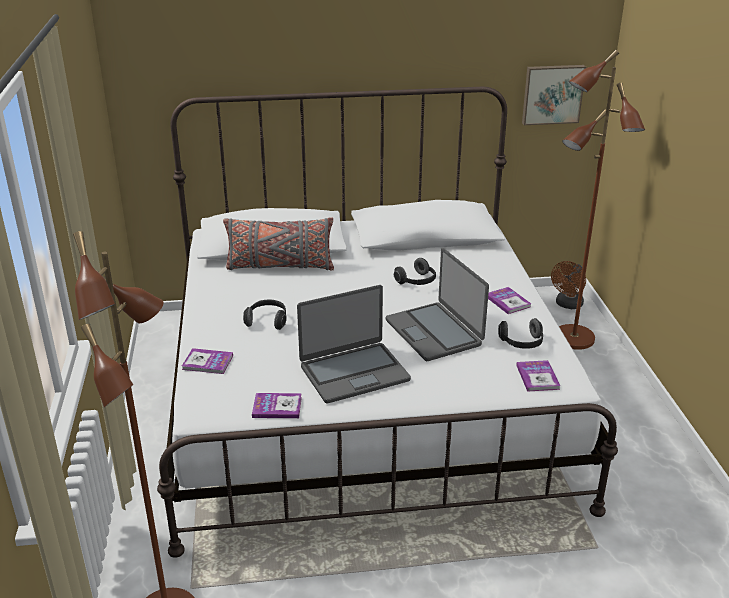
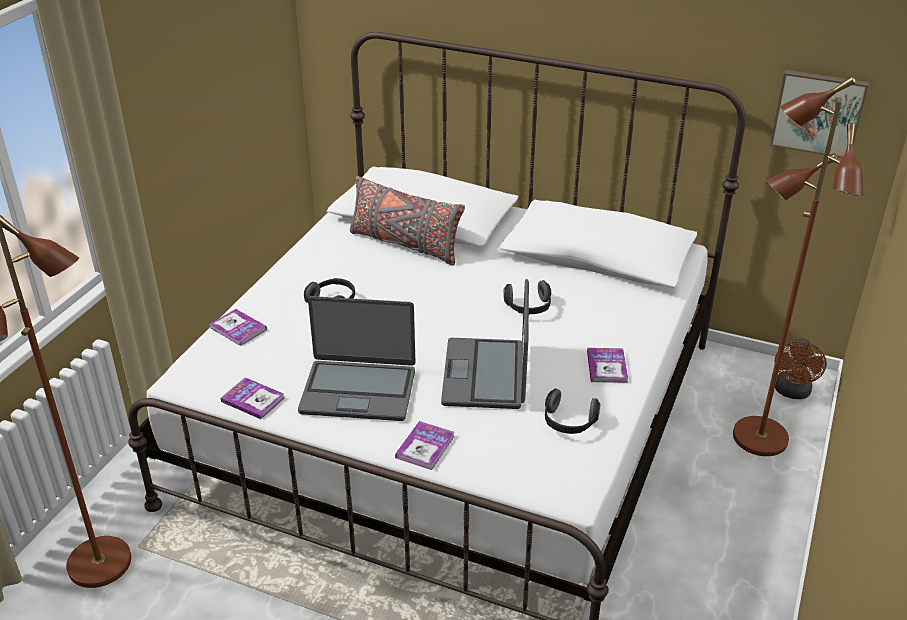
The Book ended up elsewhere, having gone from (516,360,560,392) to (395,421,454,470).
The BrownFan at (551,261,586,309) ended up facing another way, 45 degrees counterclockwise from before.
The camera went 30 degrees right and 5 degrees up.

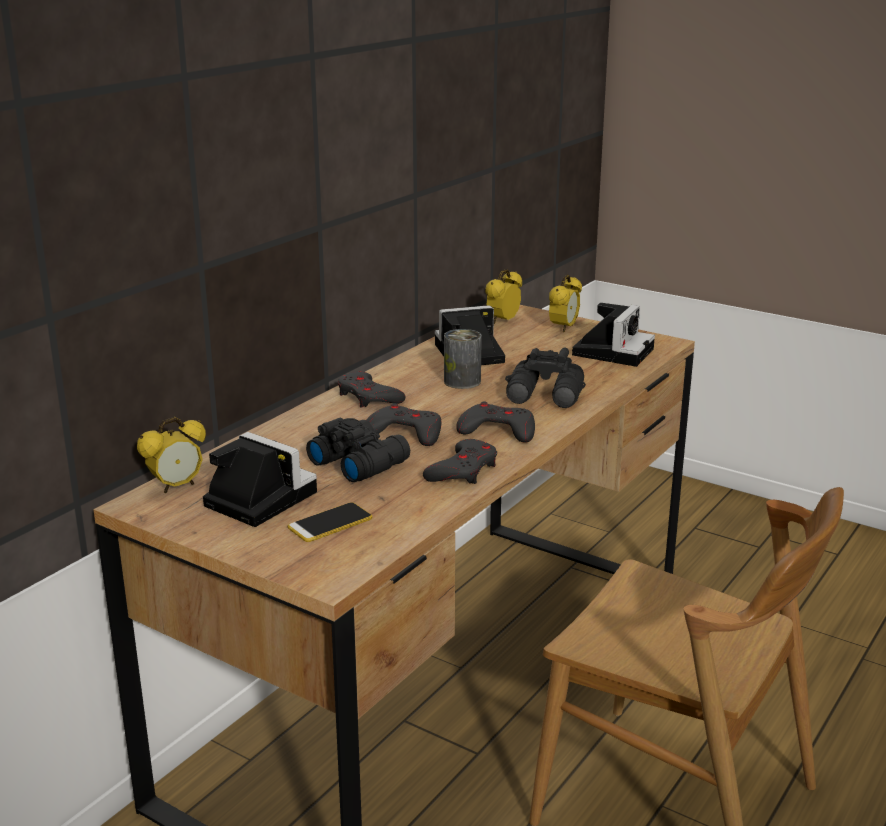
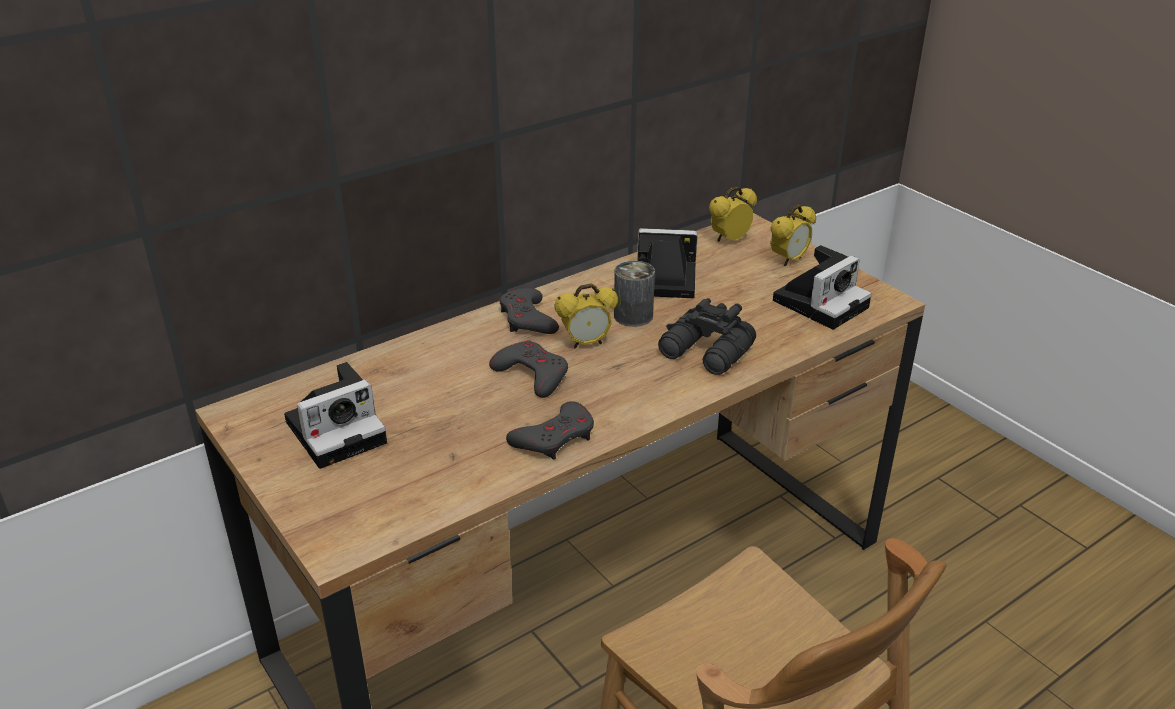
The PhotoCamera at (203,432,317,527) ended up facing another way, 90 degrees clockwise from before.
The AlarmClock ended up elsewhere, having gone from (137,417,206,493) to (554,283,618,349).
The second view lost the Phone at (288,502,373,542).
The second view lost the BlackBinoculars at (306,418,410,482).
The second view lost the GreyGameController at (456,402,535,442).
The camera went 20 degrees right and 10 degrees up.

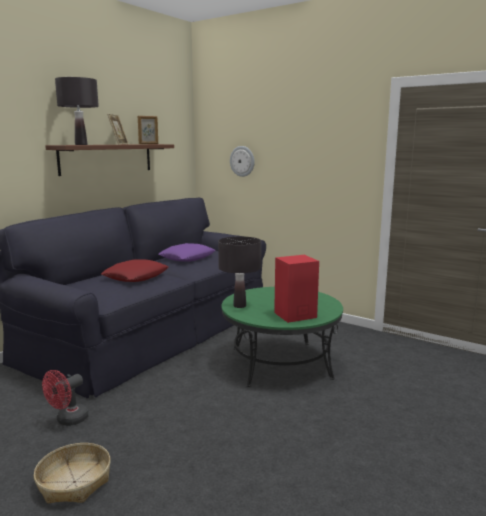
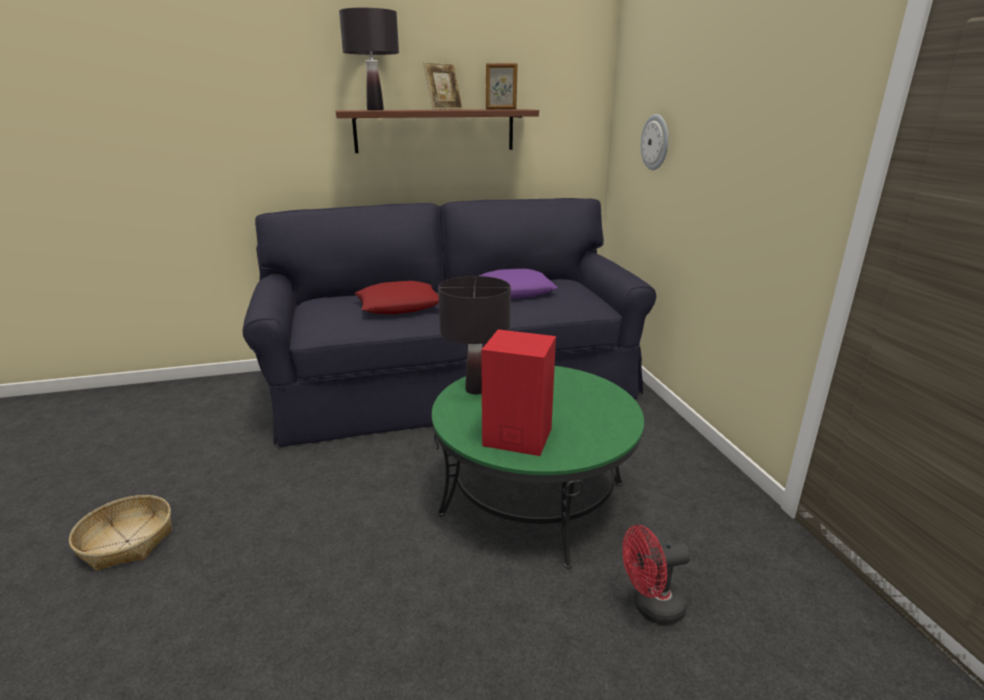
The RedFan ended up elsewhere, having gone from (42,370,89,426) to (623,525,691,625).
The camera went 40 degrees right and 10 degrees up.

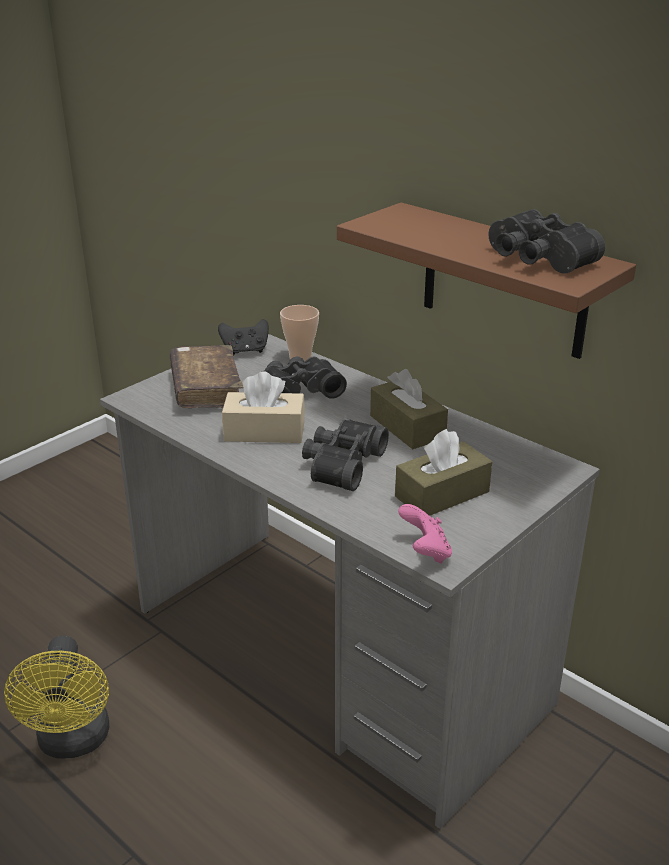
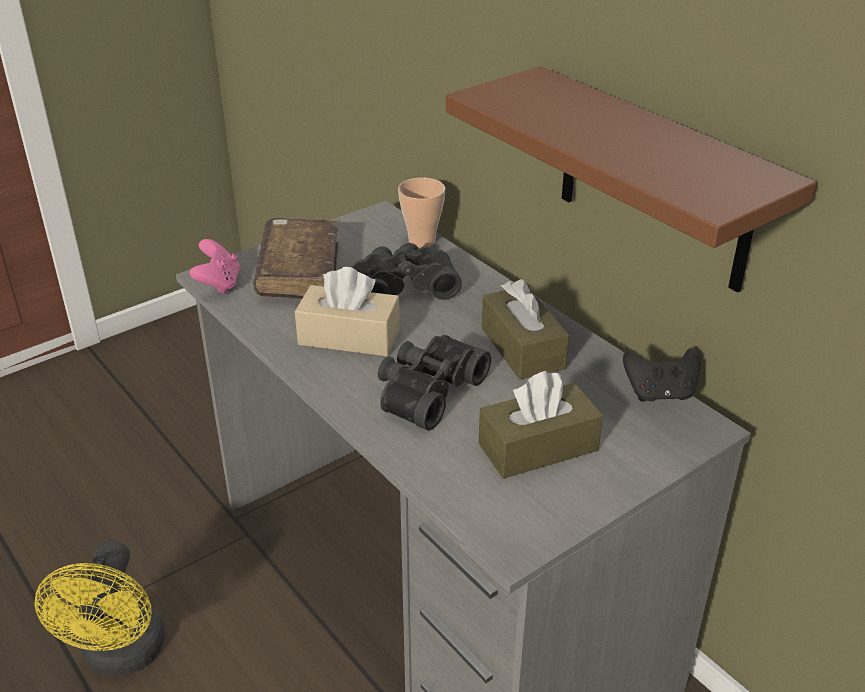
The PinkGameController ended up elsewhere, having gone from (398,504,452,564) to (189,239,240,294).
The BlackGameController ended up elsewhere, having gone from (218,319,269,356) to (623,348,701,402).
The second view lost the BlackBinoculars at (489,209,605,274).
The camera went 10 degrees right and 5 degrees up.

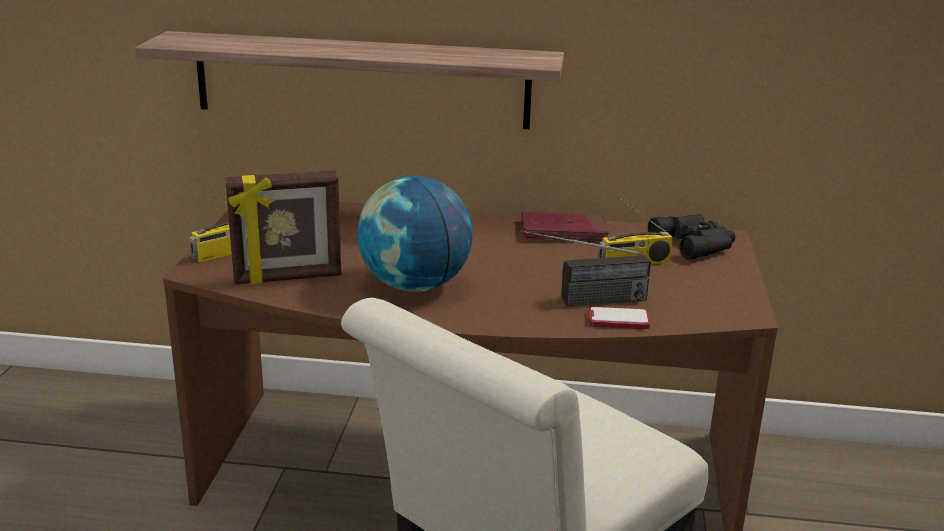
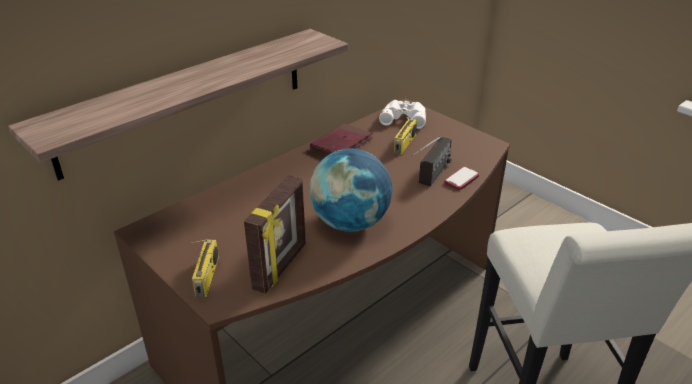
What was the BlackBinoculars at (648,214,736,260) turned into the WhiteBinoculars at (379,100,426,129).
The camera went 50 degrees left and 10 degrees up.

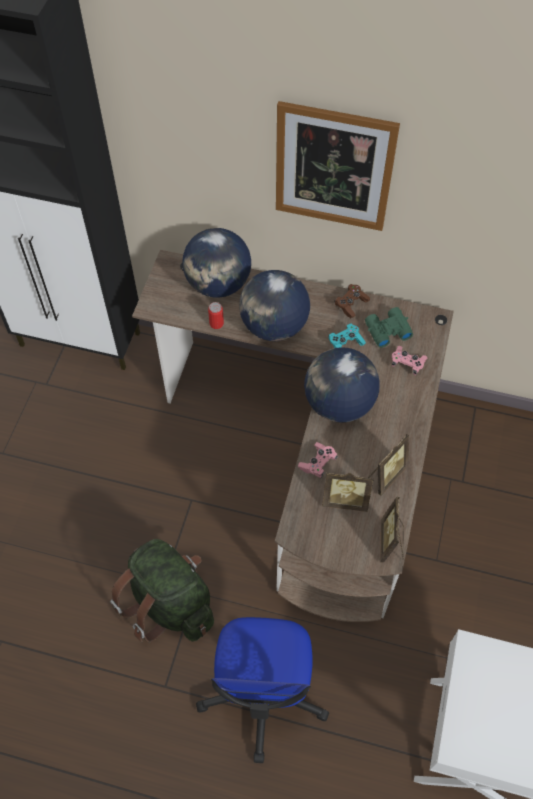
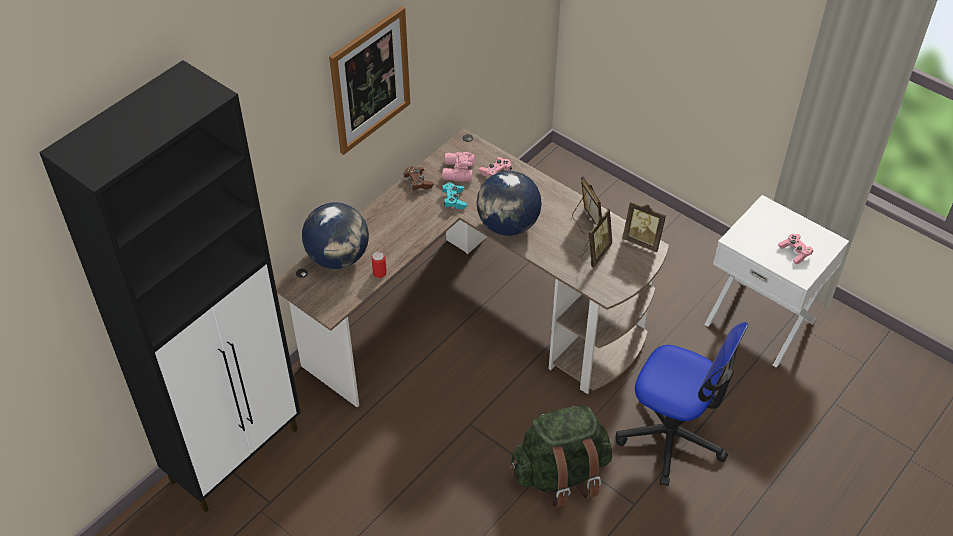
What was the GreenBinoculars at (365,307,413,348) turned into the PinkBinoculars at (442,152,475,182).
The PinkGameController ended up elsewhere, having gone from (298,442,338,479) to (778,234,813,264).
The second view lost the Globe at (239,270,310,341).
The camera went 65 degrees left and 10 degrees down.

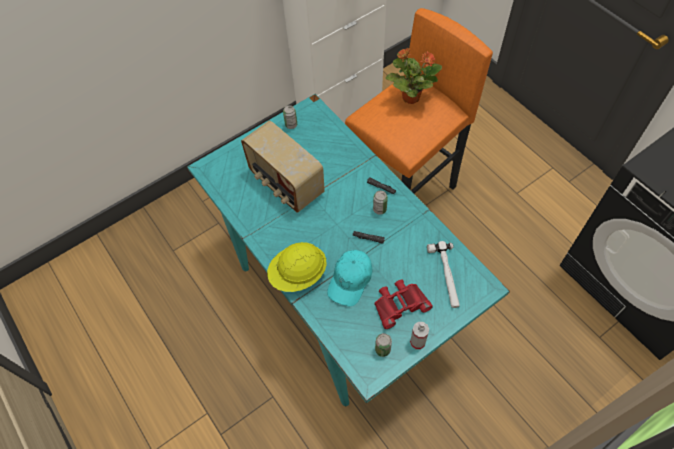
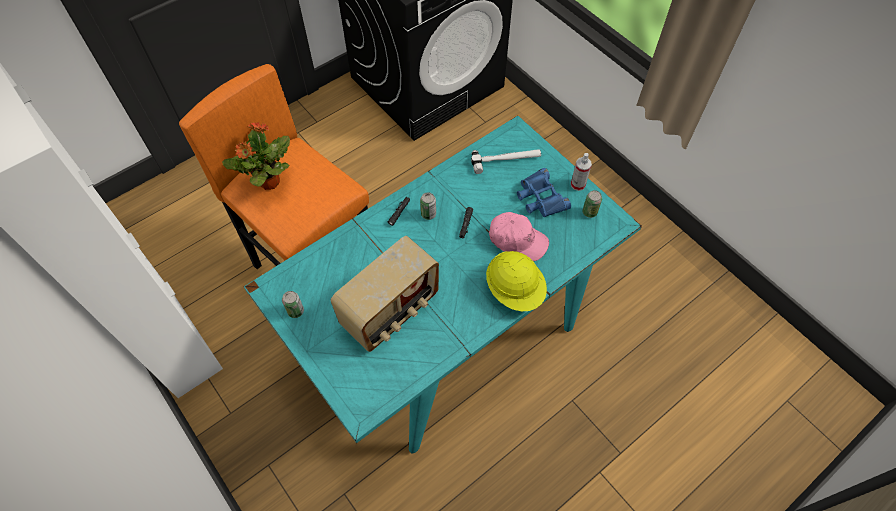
What was the TurquoiseCap at (327,250,373,306) turned into the PinkCap at (489,212,549,261).
What was the RedBinoculars at (374,280,433,329) turned into the BlueBinoculars at (517,168,571,217).
The camera went 95 degrees left and 0 degrees up.

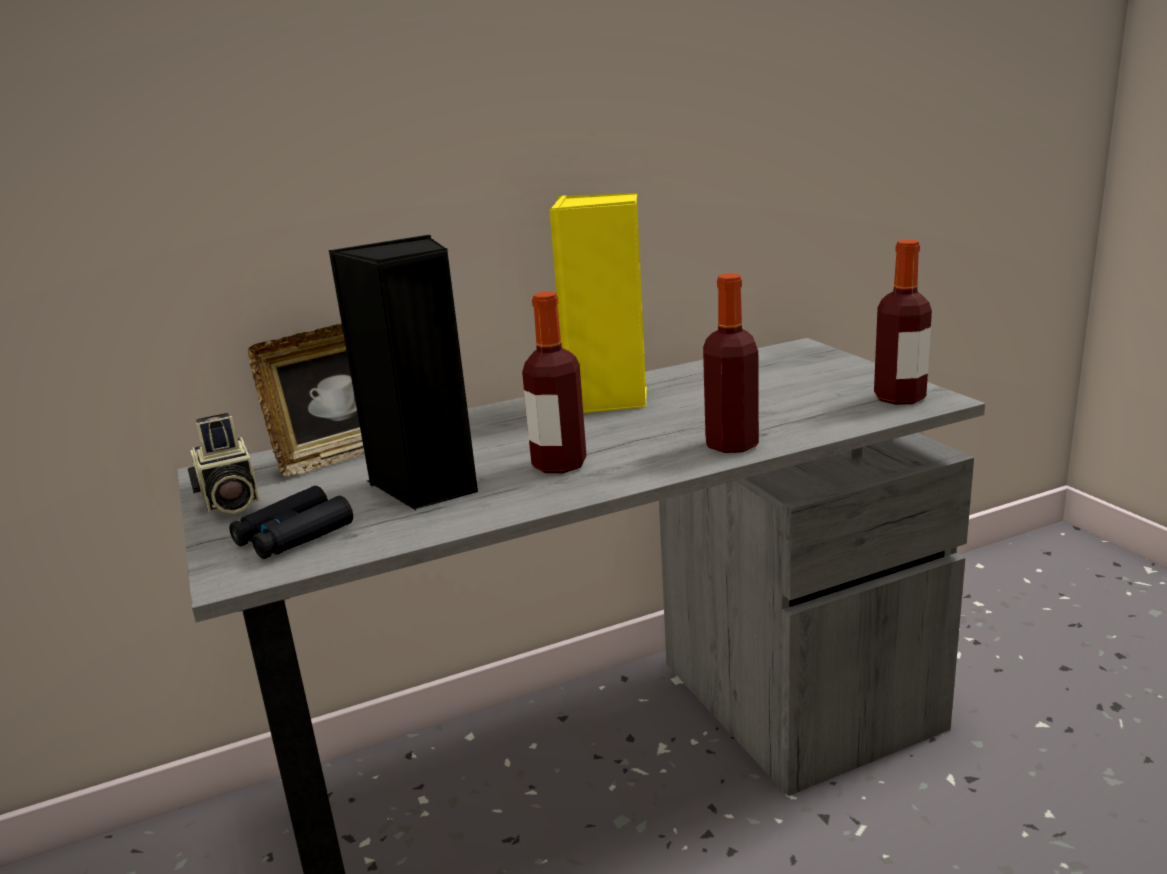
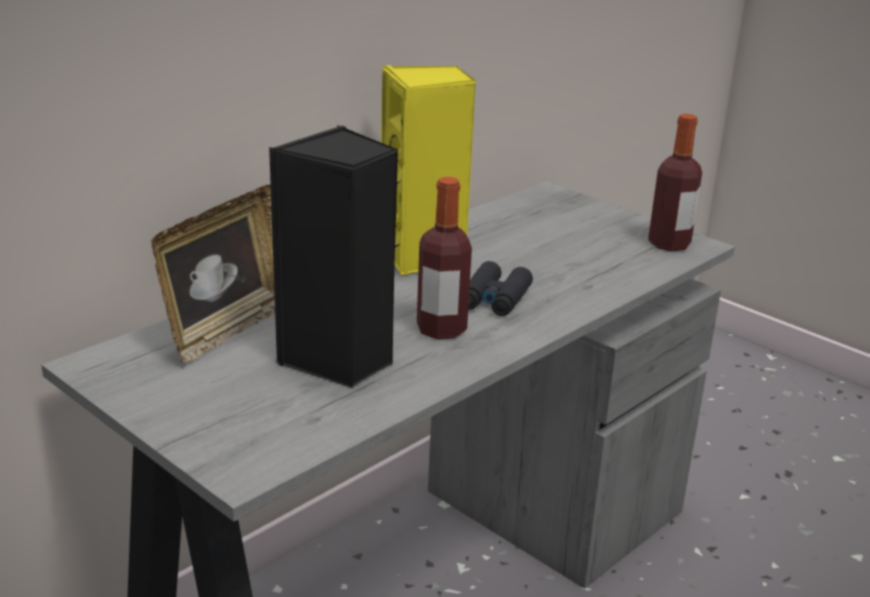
The BlackBinoculars ended up elsewhere, having gone from (229,486,353,559) to (468,261,533,316).
The second view lost the PhotoCamera at (188,413,259,514).
The second view lost the Bottle at (703,273,759,453).
The camera went 25 degrees left and 5 degrees up.

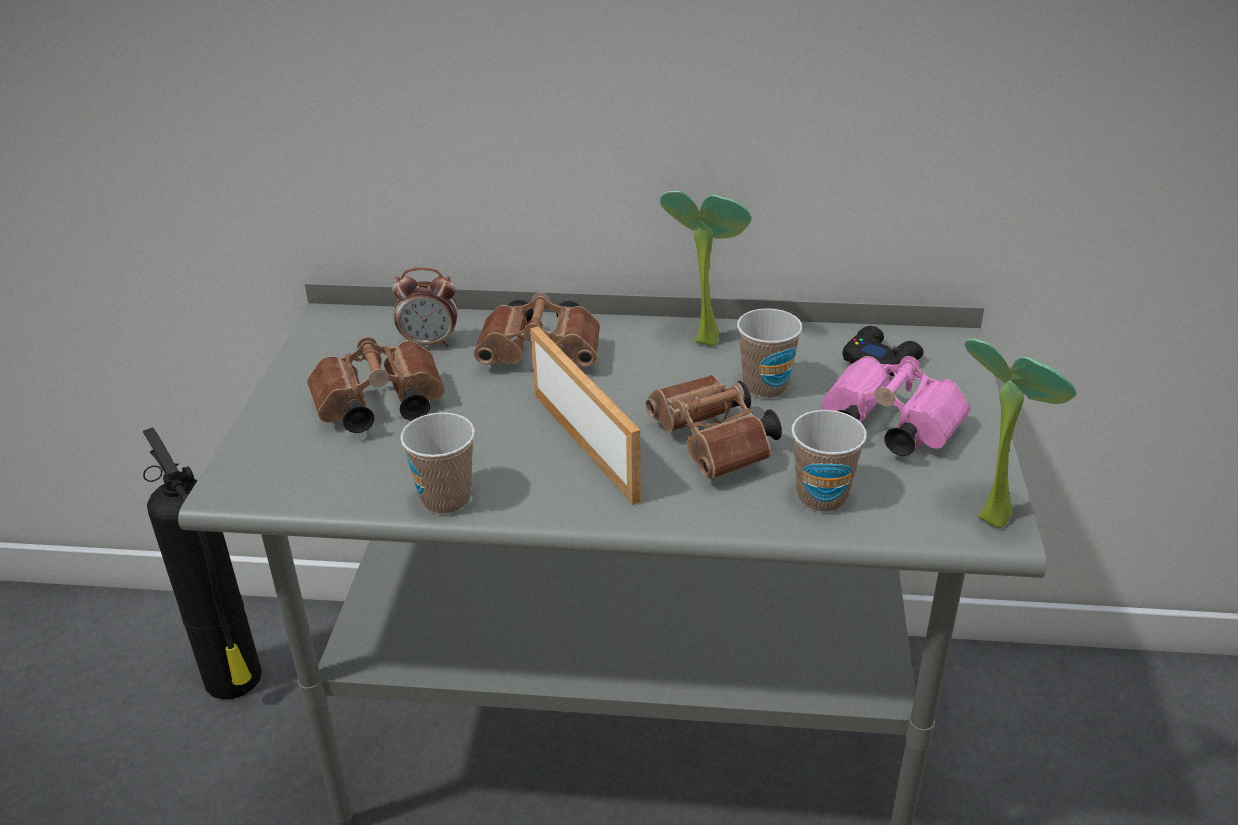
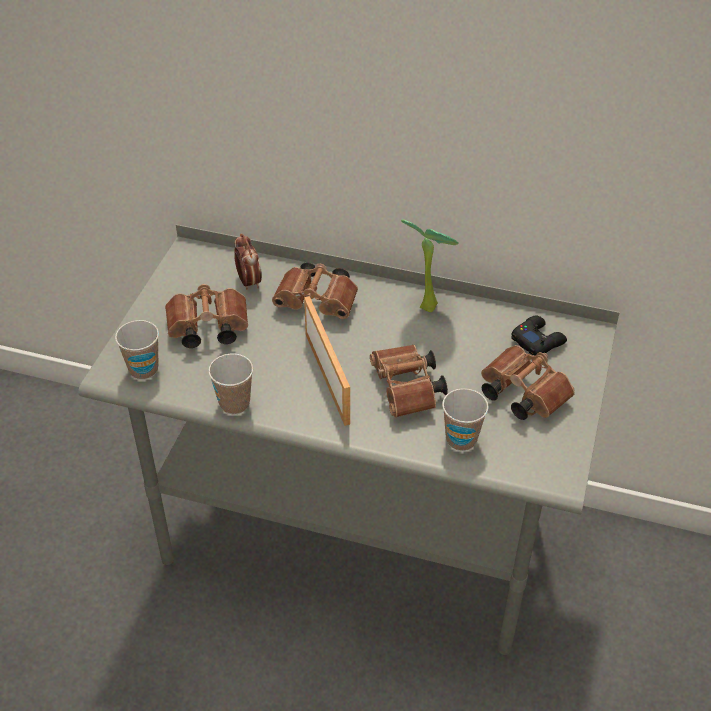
The Cup ended up elsewhere, having gone from (737,308,802,399) to (115,320,159,380).
The AlarmClock at (392,267,458,347) ended up facing another way, 120 degrees counterclockwise from before.
What was the PinkBinoculars at (821,356,970,456) turned into the BrownBinoculars at (481,345,575,420).
The second view lost the FireExtinguisher at (143,427,262,699).
The second view lost the PottedPlant at (965,339,1077,528).
The camera went 10 degrees right and 10 degrees up.

